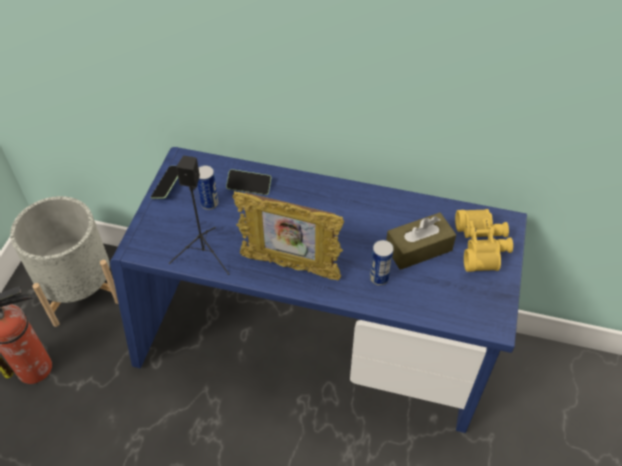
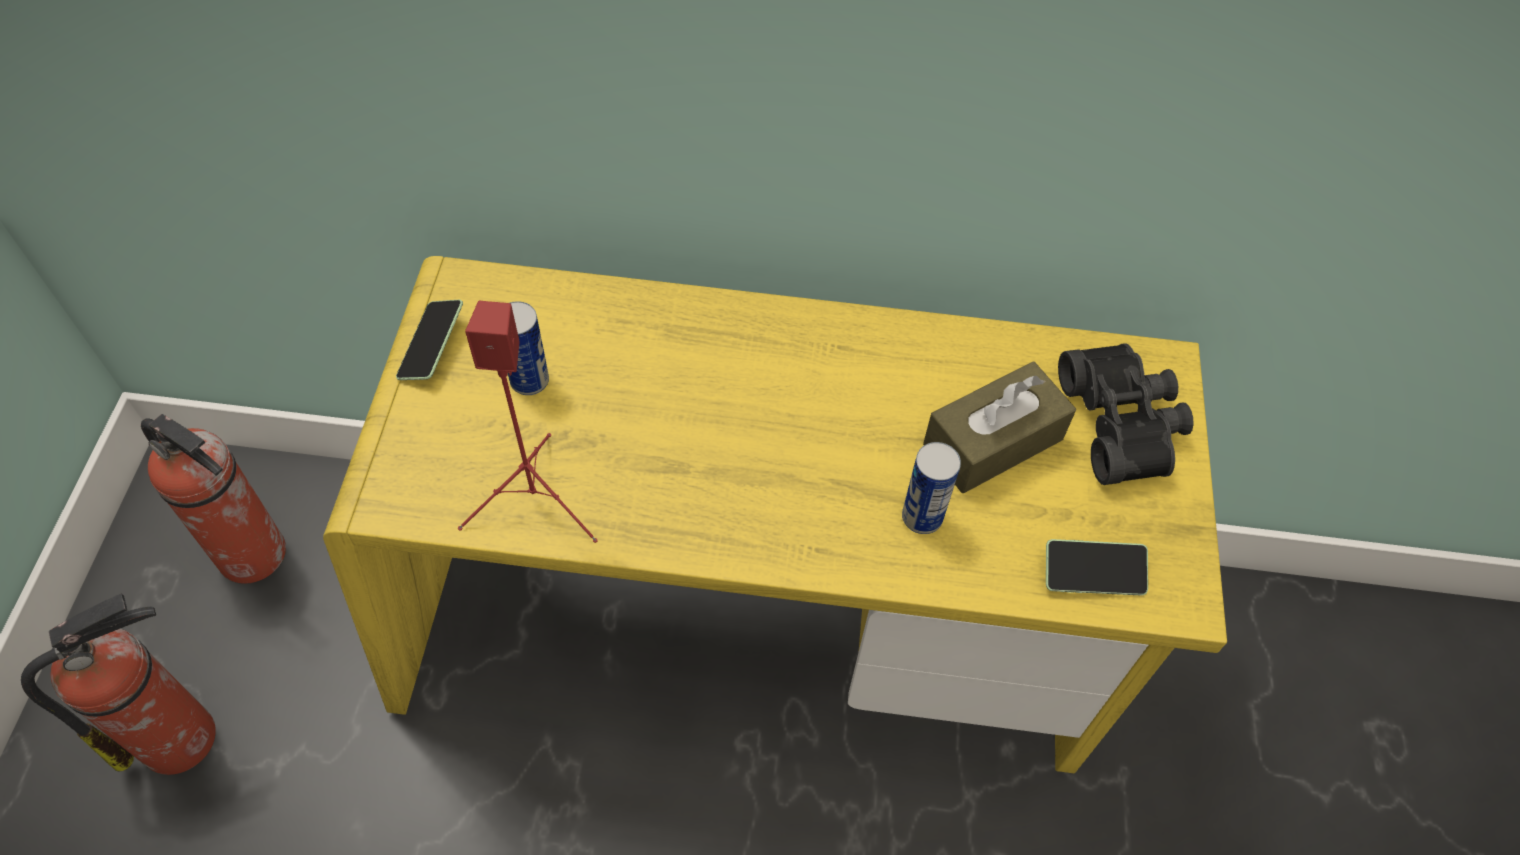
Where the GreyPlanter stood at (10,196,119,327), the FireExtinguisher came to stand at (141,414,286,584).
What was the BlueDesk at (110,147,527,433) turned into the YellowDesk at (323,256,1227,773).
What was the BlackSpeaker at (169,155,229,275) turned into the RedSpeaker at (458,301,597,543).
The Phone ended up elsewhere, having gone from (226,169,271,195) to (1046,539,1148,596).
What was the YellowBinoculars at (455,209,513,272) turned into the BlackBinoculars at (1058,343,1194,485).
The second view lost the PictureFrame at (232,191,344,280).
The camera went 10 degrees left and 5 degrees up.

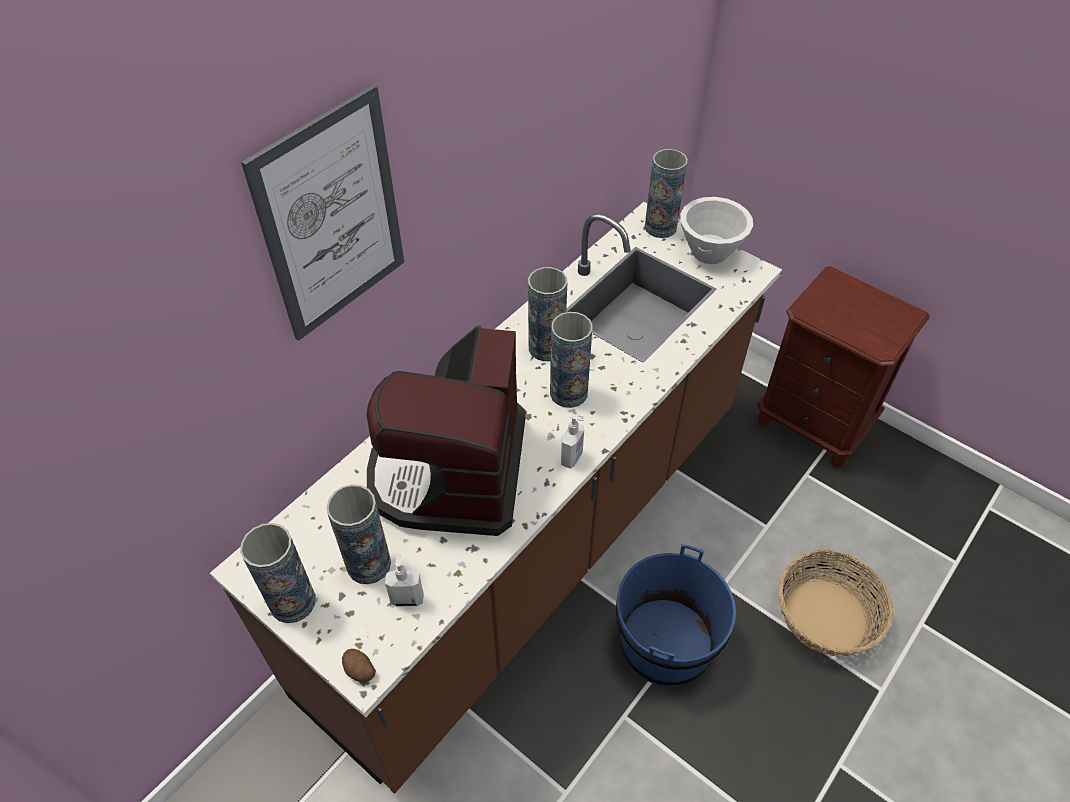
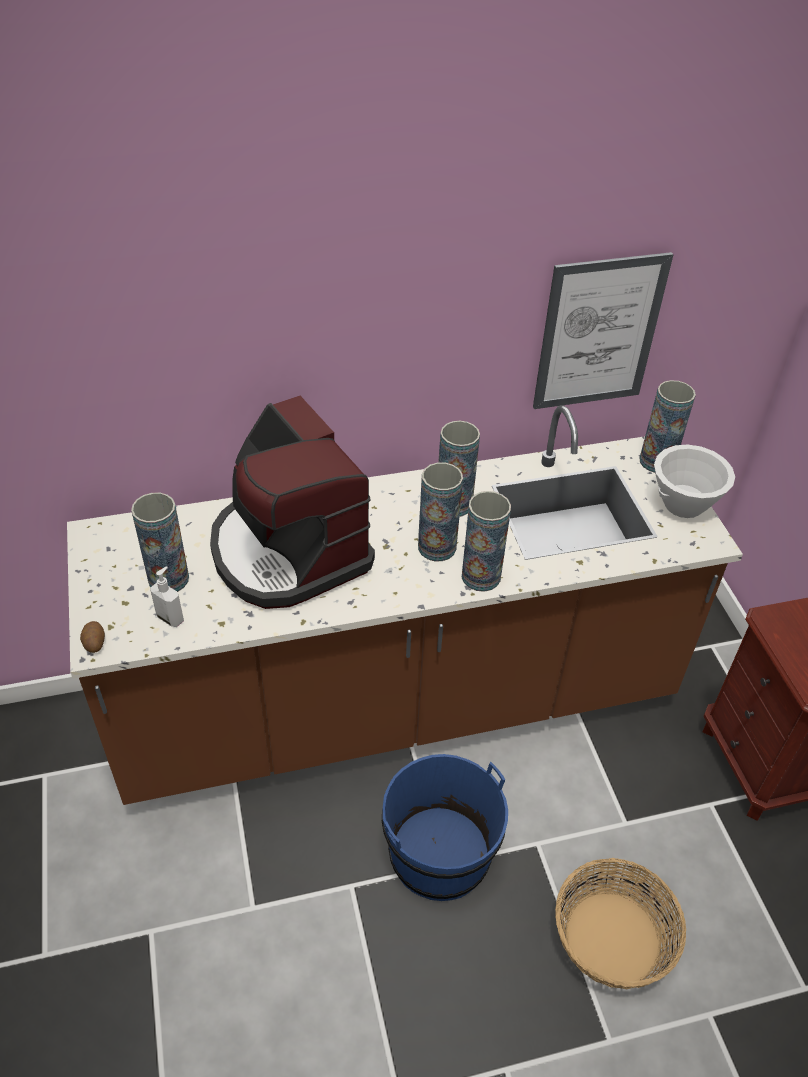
The CoffeeMachine at (366,326,526,536) ended up facing another way, 75 degrees counterclockwise from before.
The Vase ended up elsewhere, having gone from (240,523,316,623) to (461,491,511,592).
The Picture ended up elsewhere, having gone from (241,84,404,341) to (533,252,674,409).
The second view lost the SoapDispenser at (561,414,584,469).
The camera went 35 degrees right and 5 degrees down.

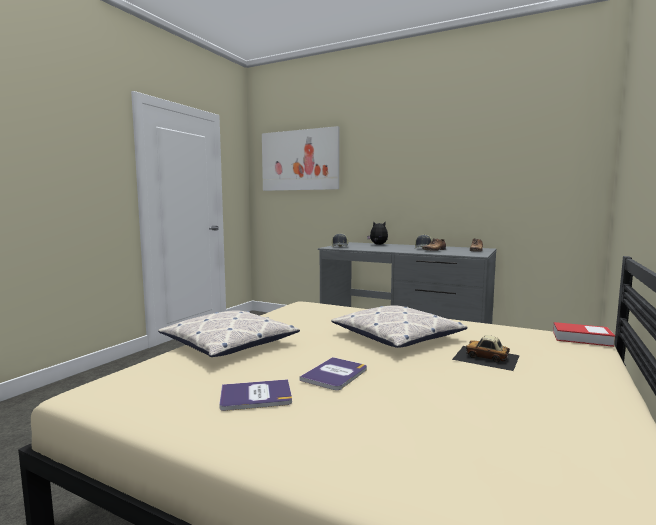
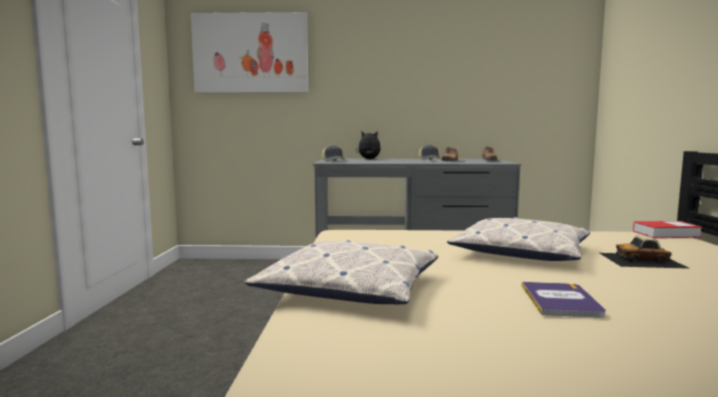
The second view lost the Book at (219,379,292,411).
The camera went 25 degrees left and 0 degrees up.

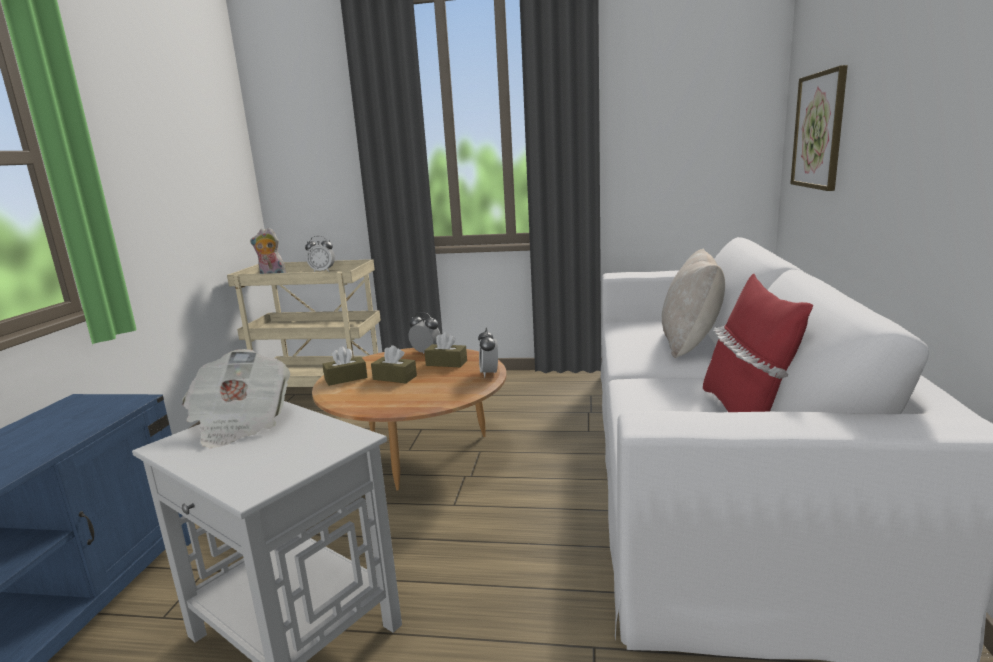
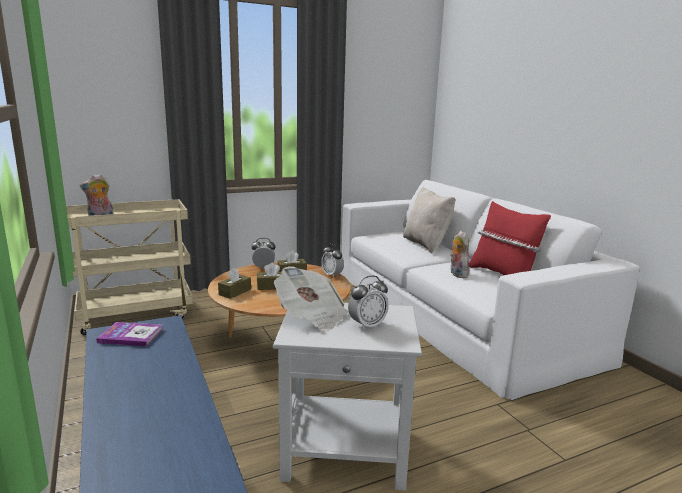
The second view gained the Book at (96,322,163,347).
The AlarmClock ended up elsewhere, having gone from (305,236,335,272) to (348,276,389,330).
The second view gained the PlushToy at (450,231,469,278).
The second view lost the Picture at (790,65,848,191).
The camera went 35 degrees left and 0 degrees up.

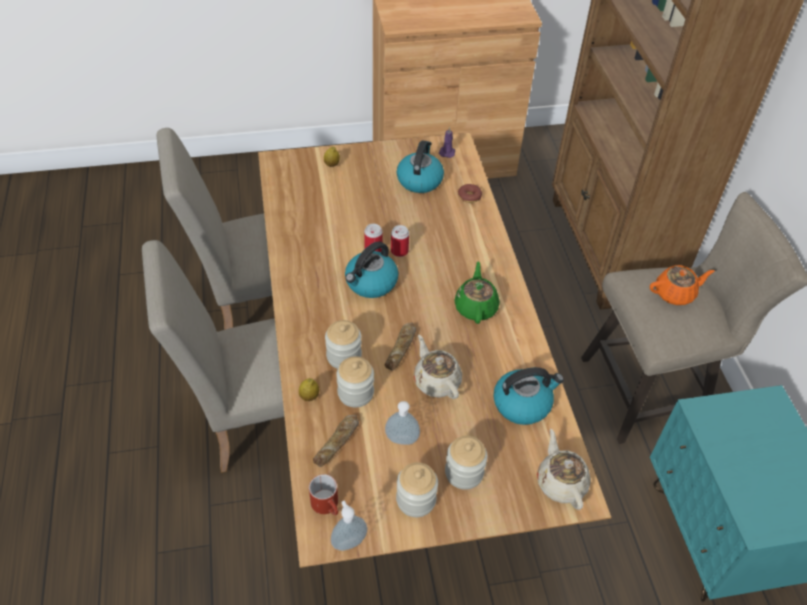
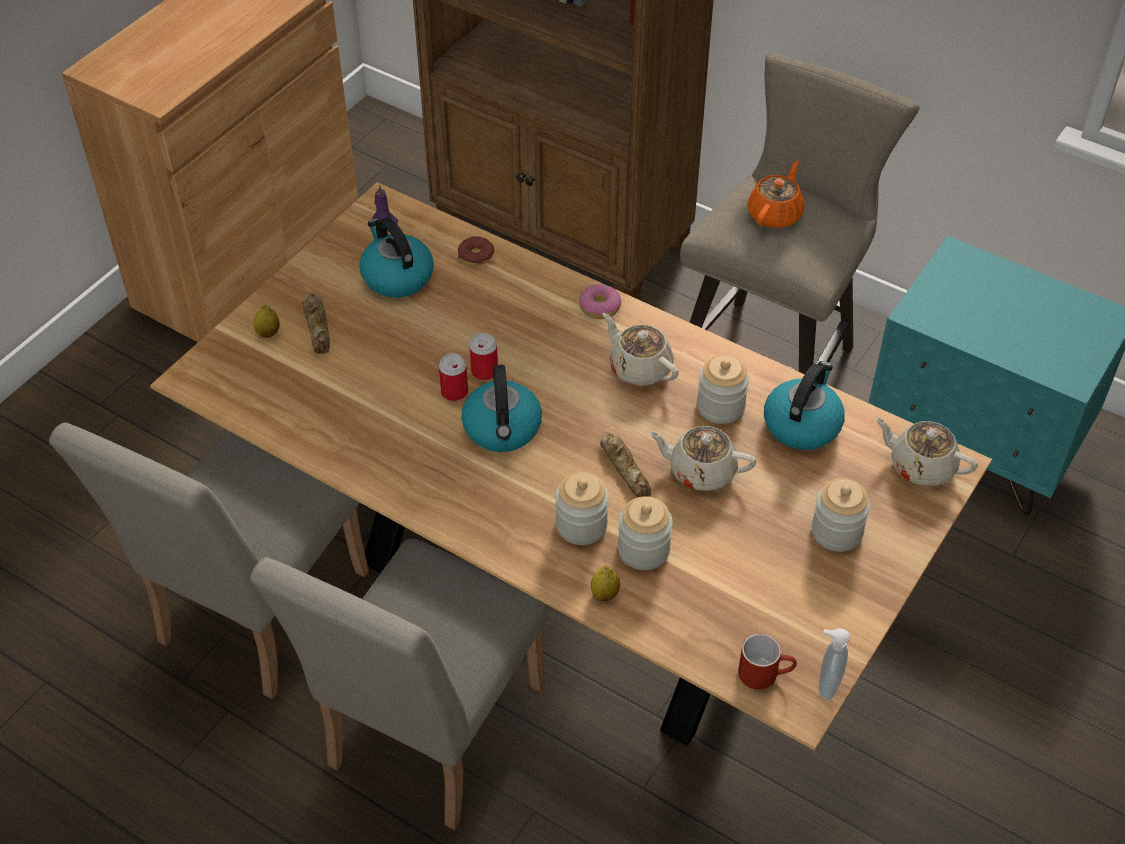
The Bread ended up elsewhere, having gone from (313,415,359,467) to (302,293,330,354).
The second view gained the Donut at (579,284,621,319).
What was the GreenTeapot at (454,261,500,324) turned into the BeigeTeapot at (603,313,679,386).
The Jar ended up elsewhere, having gone from (396,462,438,517) to (697,355,749,424).
The second view lost the SoapDispenser at (385,401,420,445).
The camera went 45 degrees left and 0 degrees up.

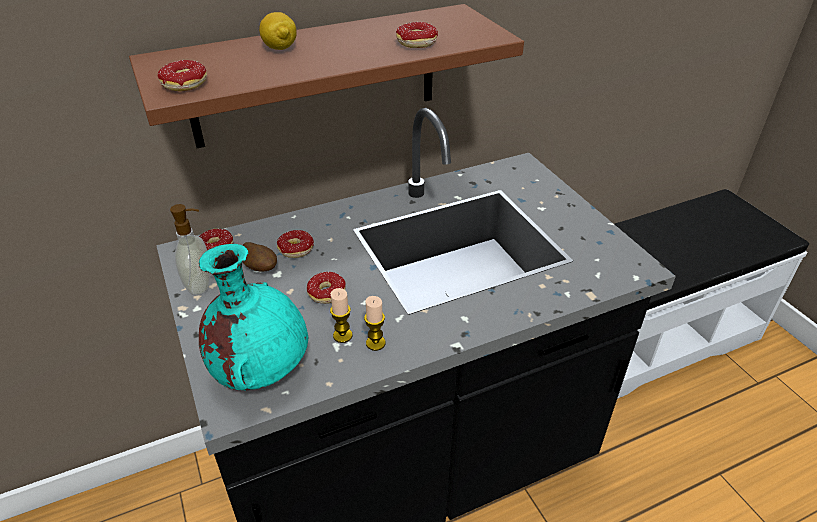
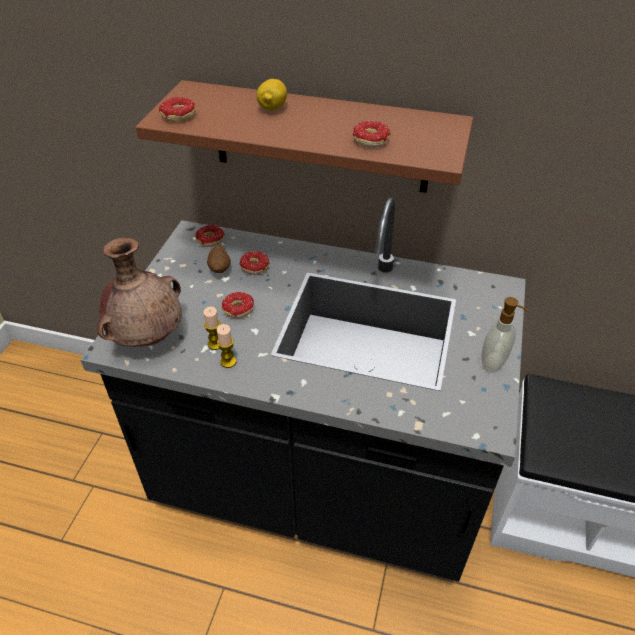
What was the TurquoiseVase at (199,244,308,390) turned into the BrownVase at (97,237,182,347).
The SoapDispenser ended up elsewhere, having gone from (170,204,210,295) to (481,297,528,373).
The camera went 40 degrees right and 5 degrees up.

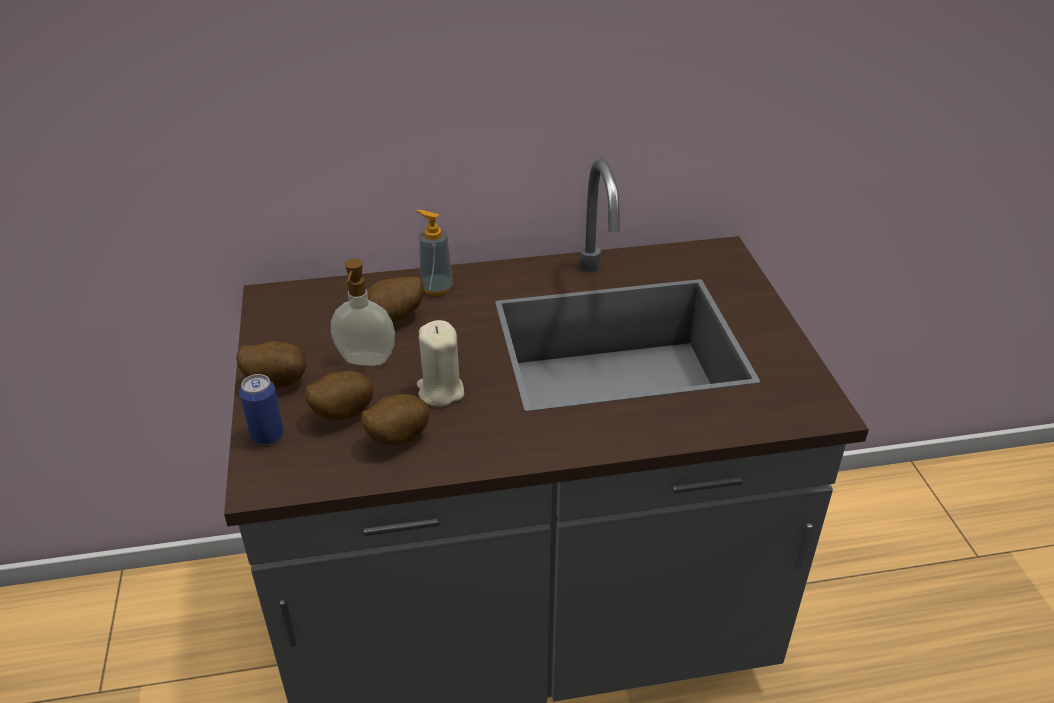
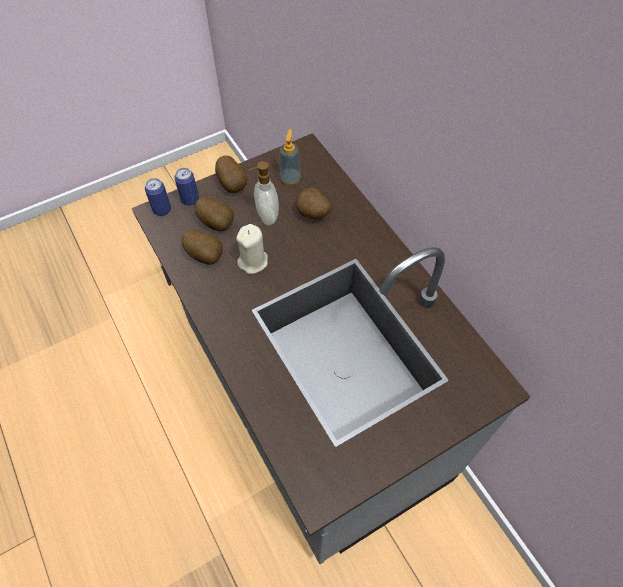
The second view gained the Can at (145,178,171,216).
The SoapDispenser ended up elsewhere, having gone from (416,210,453,296) to (280,129,301,186).
The camera went 70 degrees right and 20 degrees up.

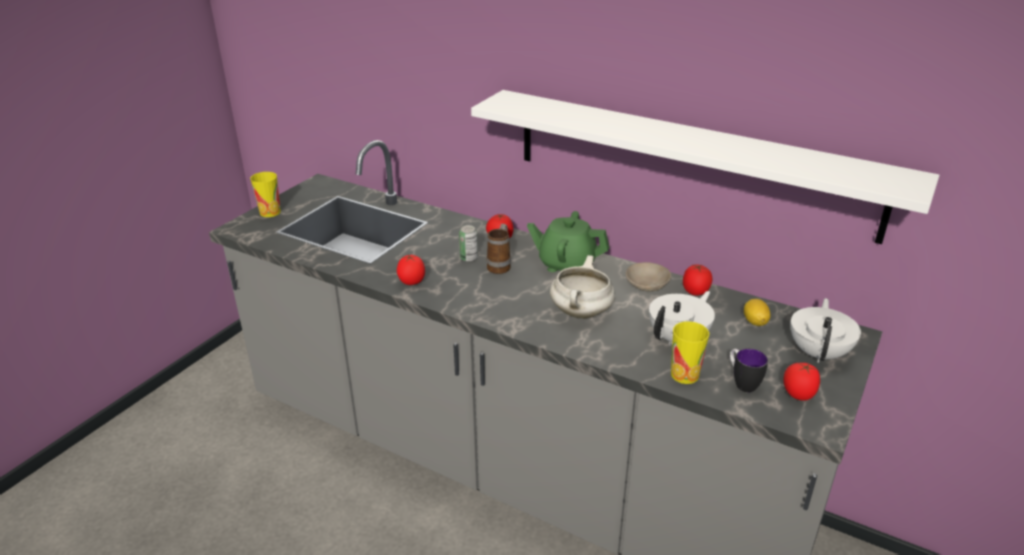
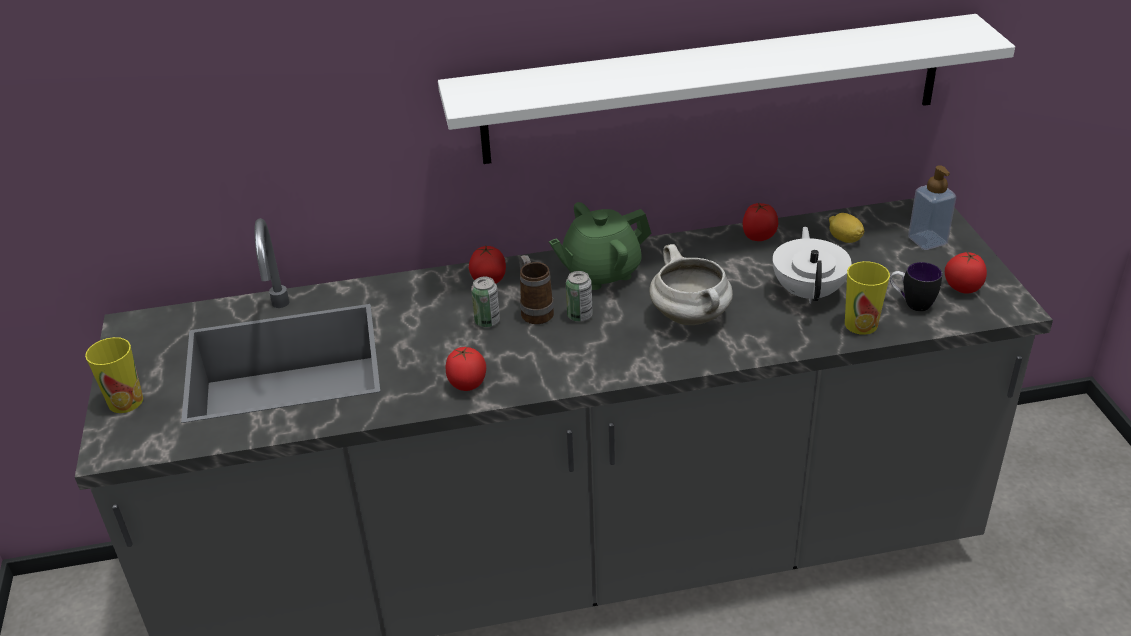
The second view gained the Can at (566,271,593,322).
Where the WhiteTeapot stood at (790,298,861,363), the SoapDispenser came to stand at (908,165,956,250).
The second view lost the BeigeBowl at (626,262,671,292).
The camera went 40 degrees left and 5 degrees up.

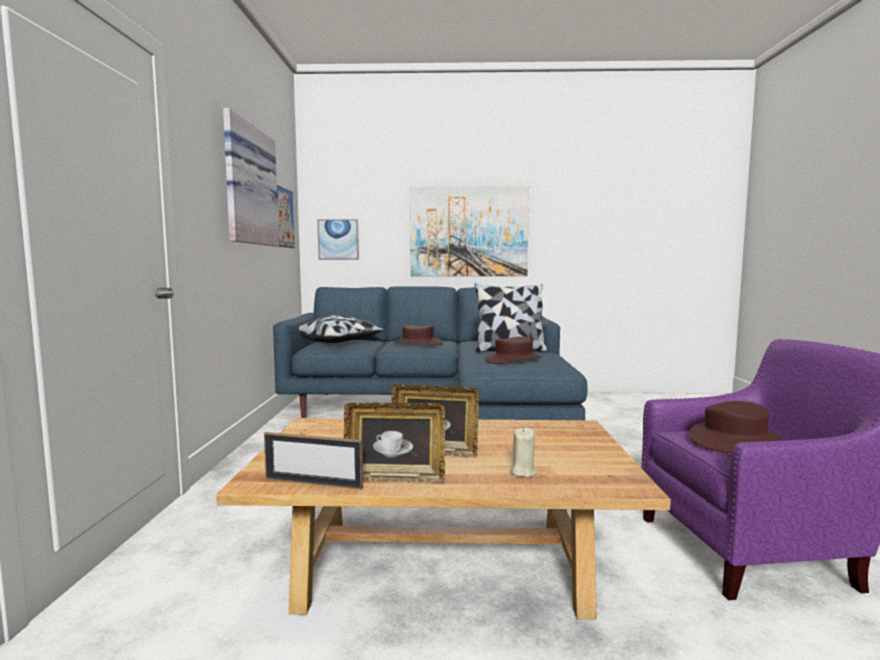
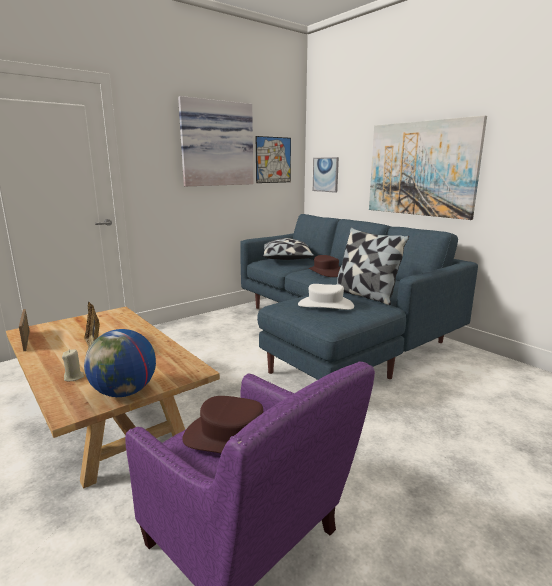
The second view gained the Globe at (84,329,156,397).
What was the BrownHat at (485,336,541,364) turned into the WhiteHat at (298,284,354,310).
The second view lost the PictureFrame at (343,403,445,483).
The camera went 50 degrees right and 10 degrees up.

